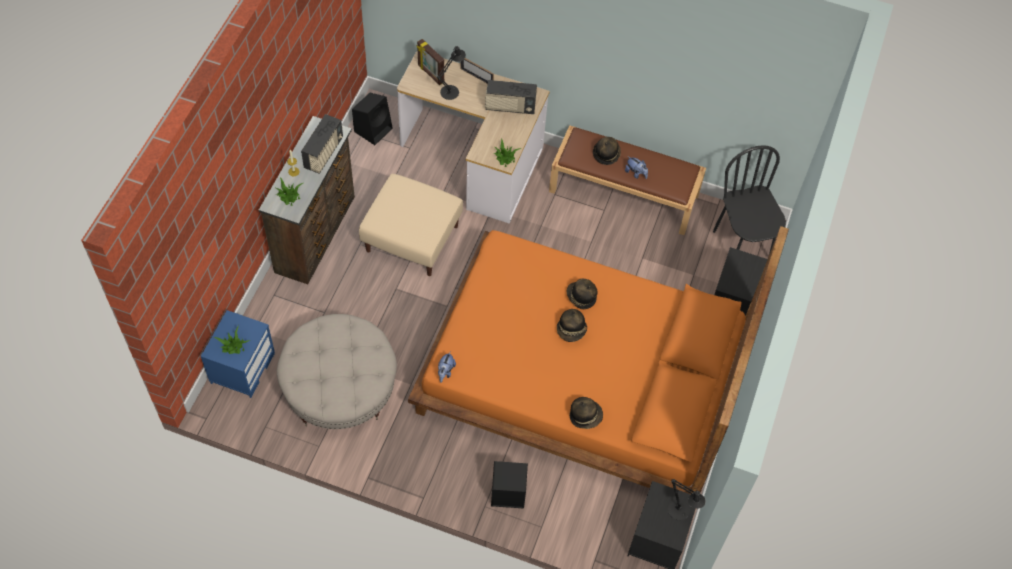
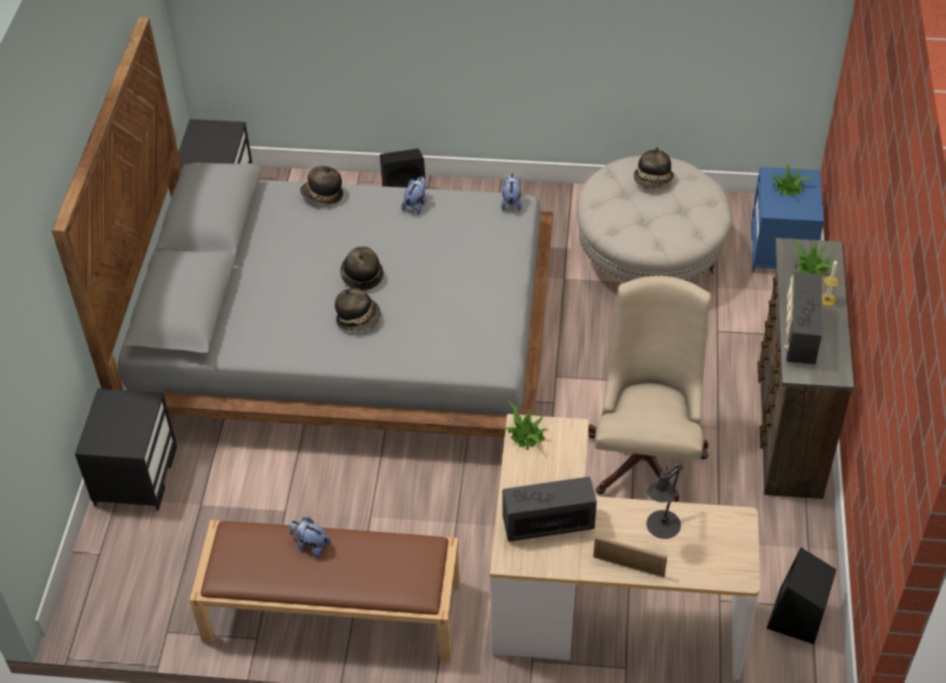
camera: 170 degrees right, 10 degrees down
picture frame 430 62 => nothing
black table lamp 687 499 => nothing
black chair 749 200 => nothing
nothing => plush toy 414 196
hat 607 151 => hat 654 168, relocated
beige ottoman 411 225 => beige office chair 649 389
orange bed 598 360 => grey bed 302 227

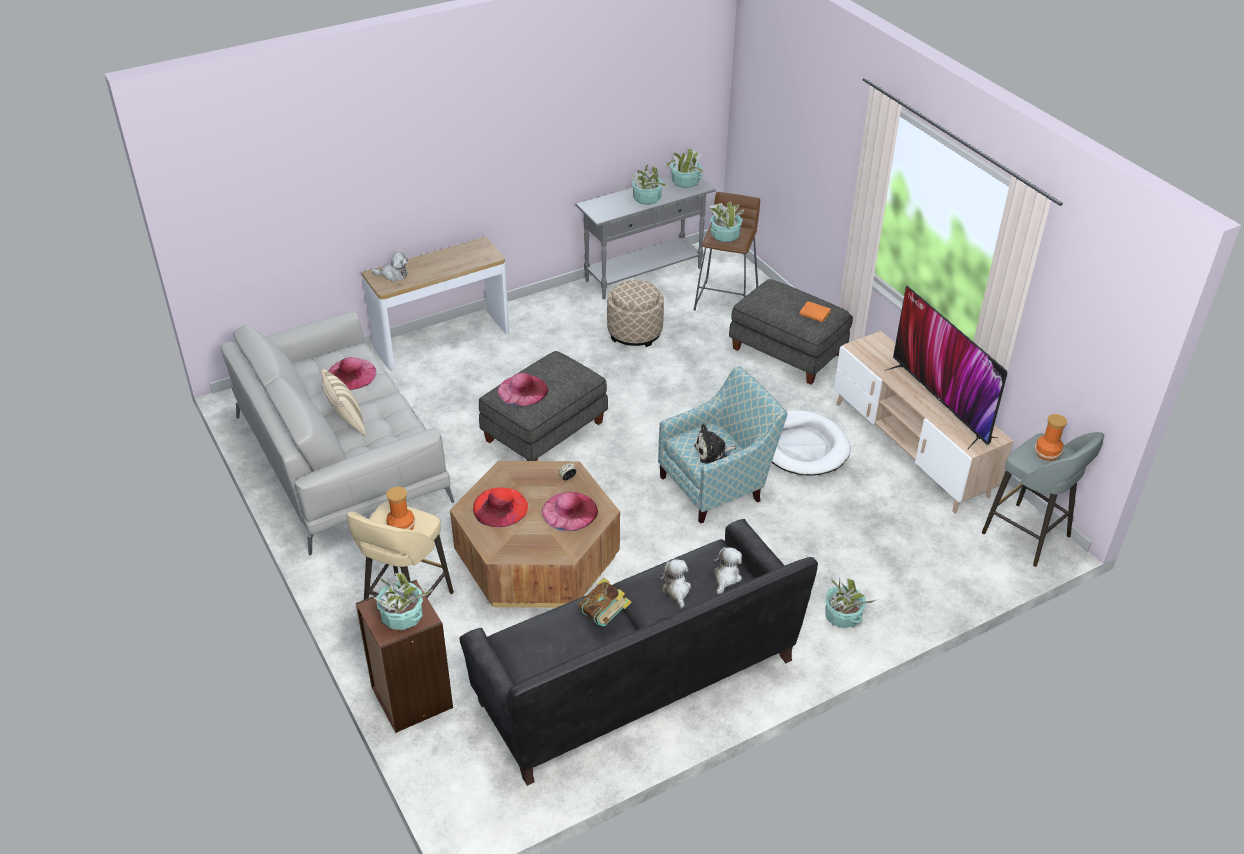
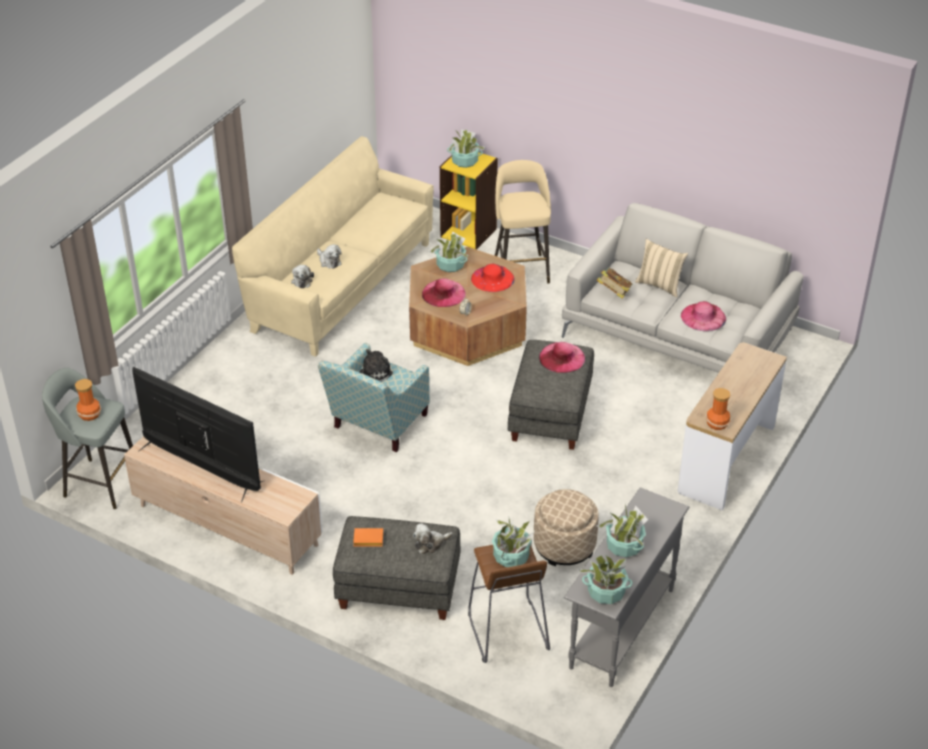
camera: 150 degrees right, 0 degrees up
white dog bed 811 443 => nothing
plush toy 390 267 => plush toy 433 538, relocated
vase 400 508 => vase 718 409, relocated
book 605 602 => book 614 283, relocated
potted plant 850 603 => potted plant 449 252, relocated
brown bookcase 404 656 => yellow bookcase 469 201
black sofa 638 652 => beige sofa 333 246

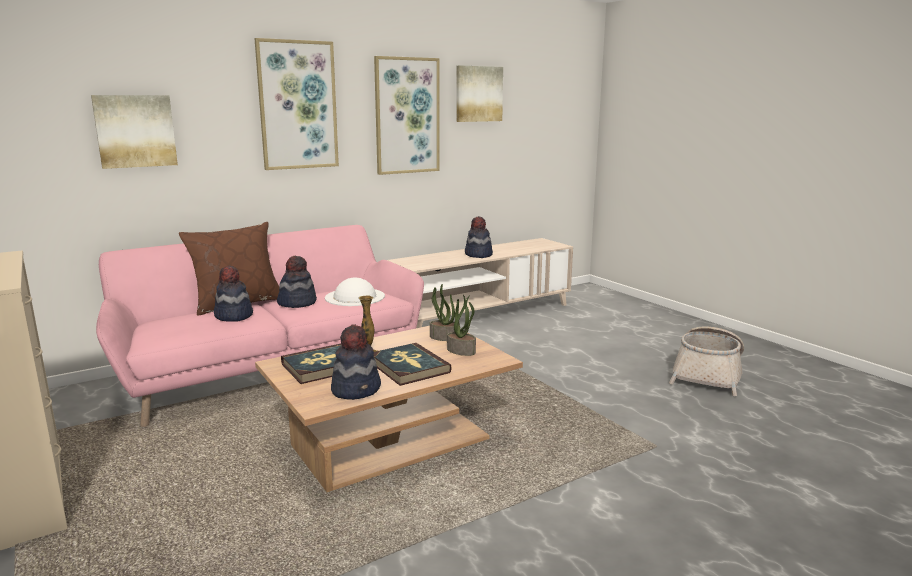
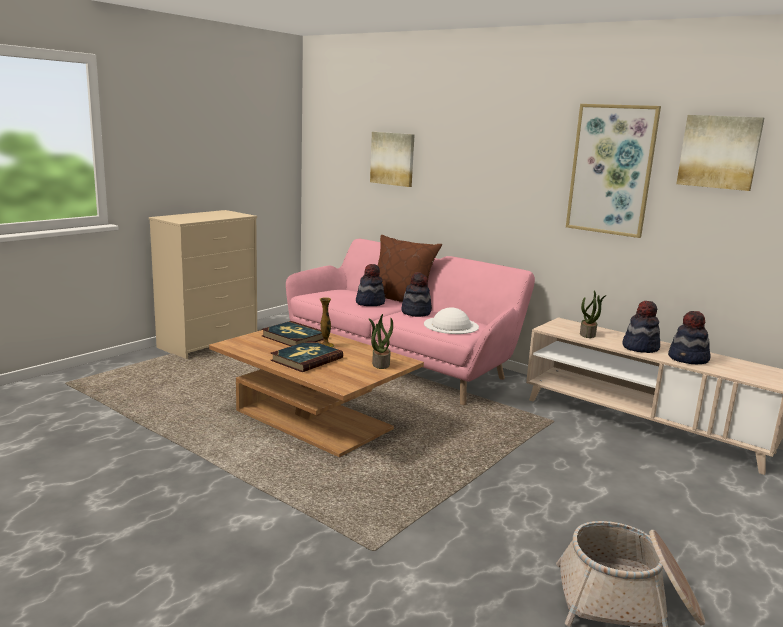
camera: 70 degrees right, 0 degrees up
picture 296 104 => nothing
hat 356 362 => hat 689 337, relocated
potted plant 461 325 => potted plant 593 314, relocated

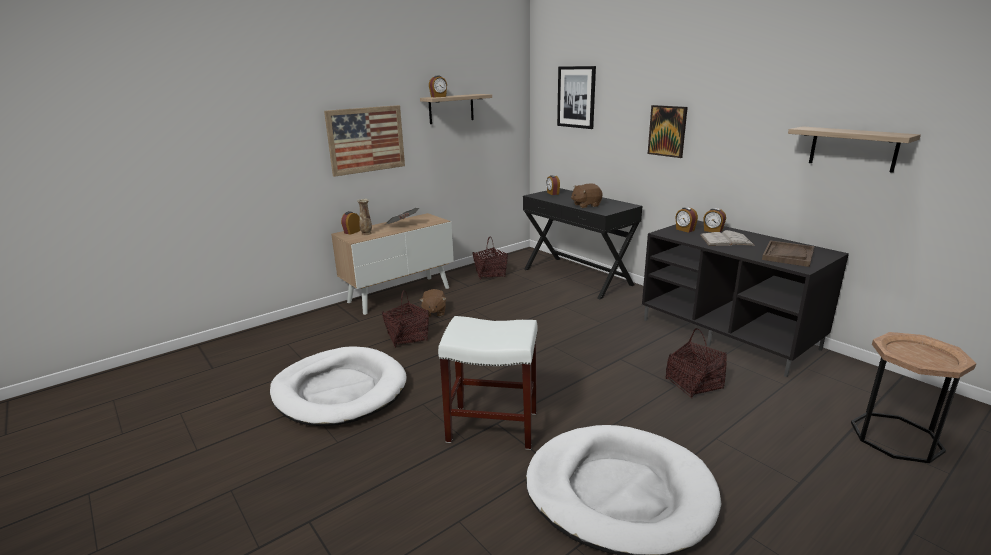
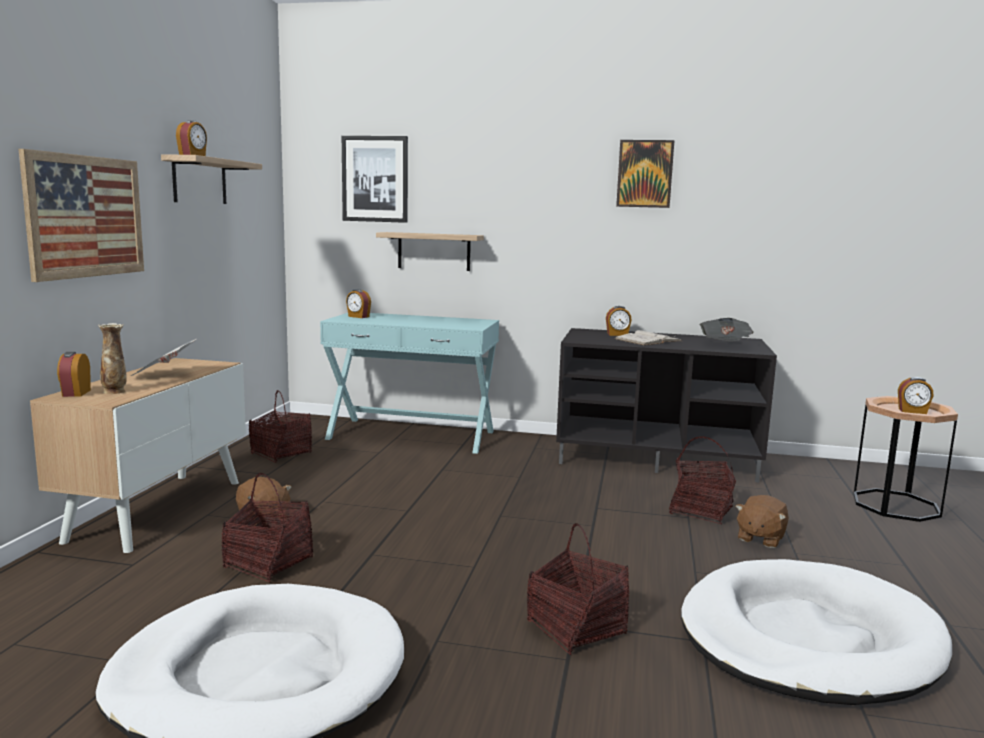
camera: 40 degrees left, 10 degrees down
brown plush toy 586 196 => brown plush toy 762 521, relocated
picture 668 131 => picture 645 174, relocated
alarm clock 687 220 => alarm clock 916 395, relocated
shelf 854 149 => shelf 430 251, relocated
white stool 488 383 => basket 578 589
brown tray 788 253 => newspaper 726 329
black console table 582 243 => turquoise console table 409 383

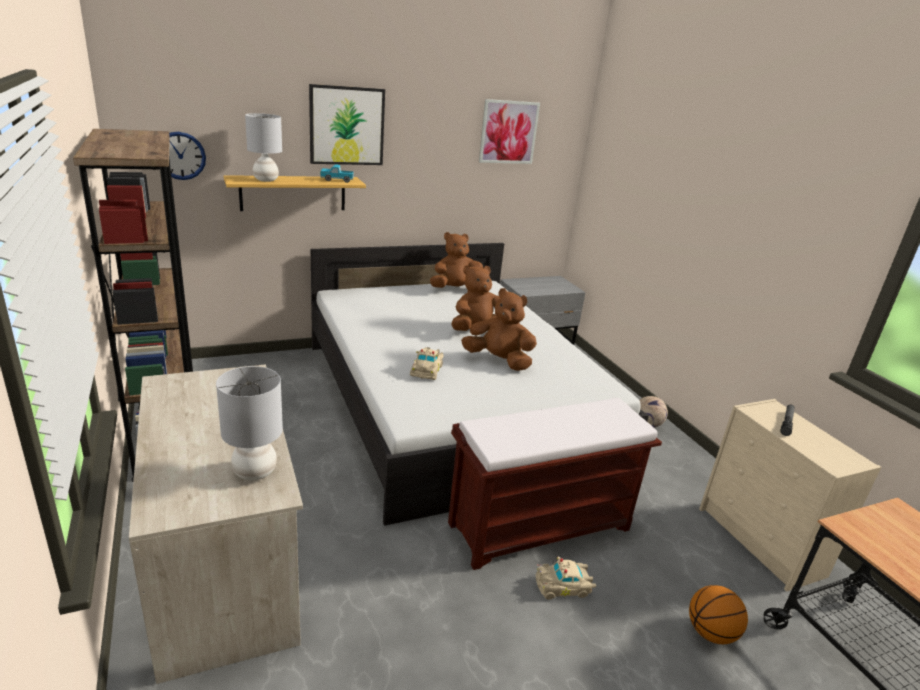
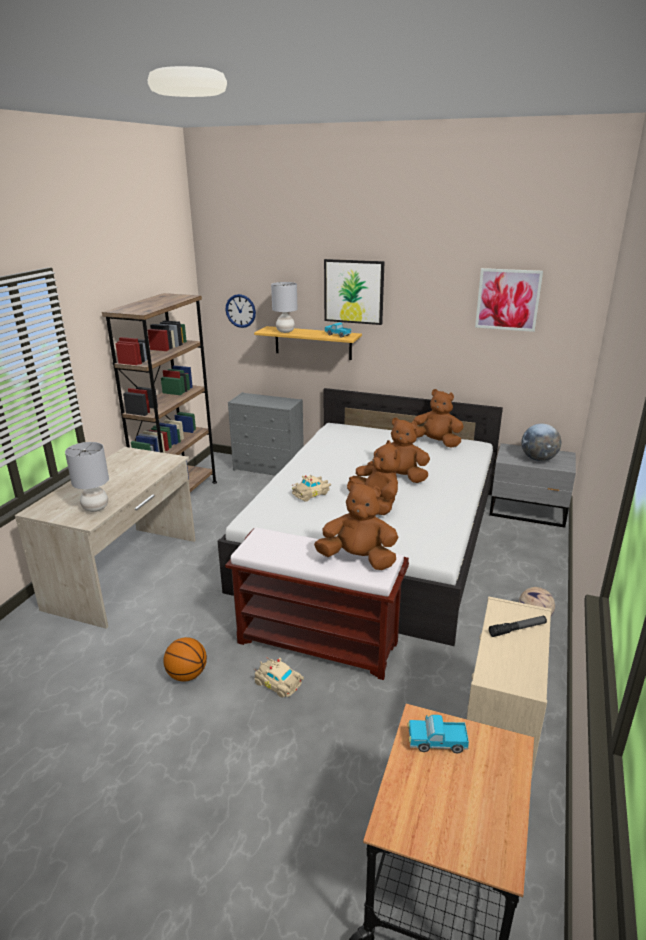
camera: 45 degrees right, 0 degrees up
nothing => grey dresser 266 434
nothing => brown plush toy 356 525
nothing => toy truck 438 734
nothing => globe 541 442
basketball 718 614 => basketball 185 659, relocated

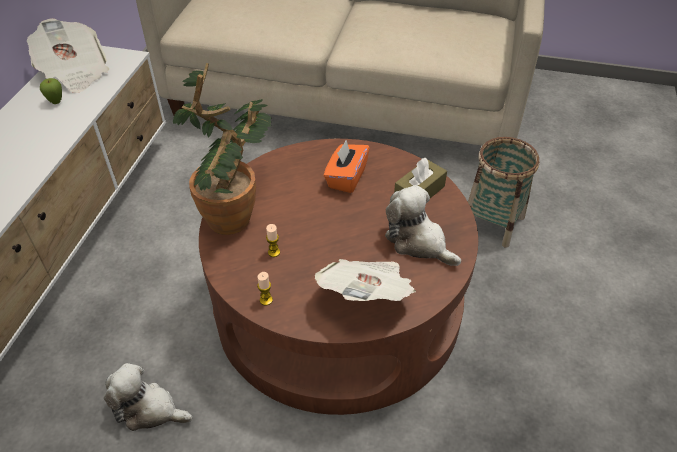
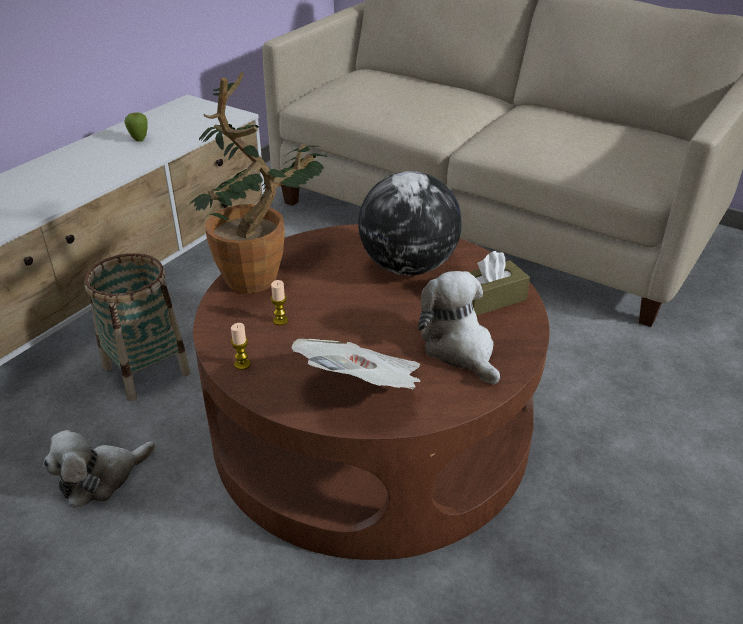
camera: 20 degrees right, 10 degrees down
newspaper 68 55 => nothing
basket 504 192 => basket 138 327, relocated
orange tissue box 347 166 => globe 410 223
plush toy 148 397 => plush toy 99 469, 75 degrees counterclockwise

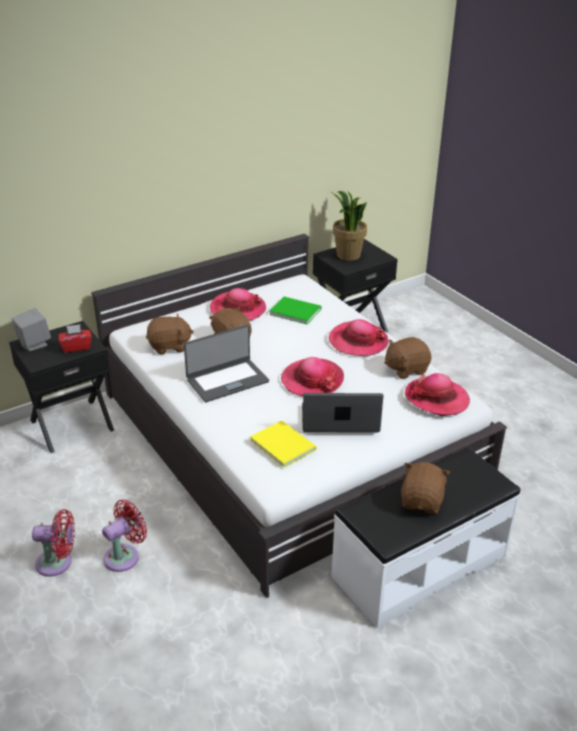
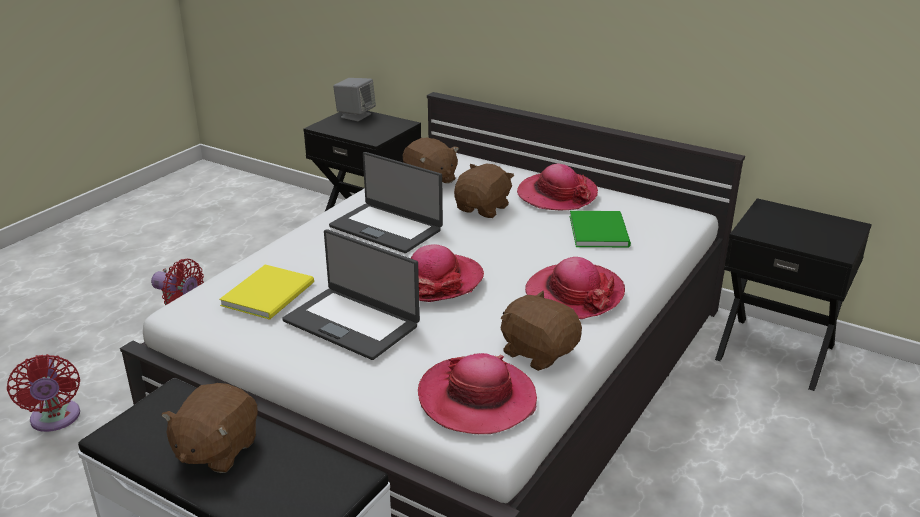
camera: 65 degrees right, 5 degrees down
red tissue box 75 338 => nothing
potted plant 348 226 => nothing
red fan 53 543 => red fan 43 393, relocated
laptop 343 412 => laptop 351 294, 150 degrees clockwise
brown plush toy 425 488 => brown plush toy 209 428, 120 degrees clockwise

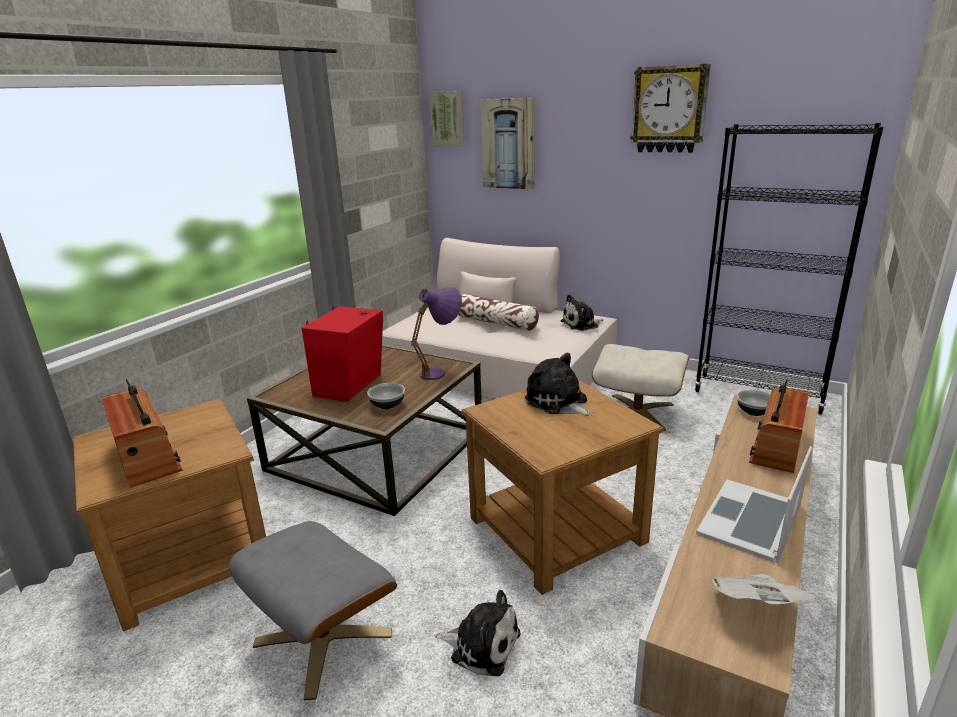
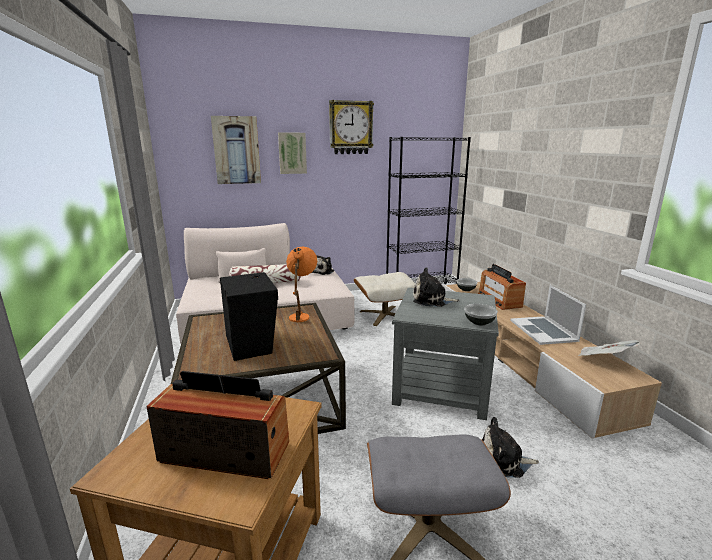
camera: 45 degrees left, 5 degrees down
bowl 386 396 => bowl 481 315, relocated
picture 447 119 => picture 292 153, relocated
red speaker 342 354 => black speaker 249 316
purple table lamp 436 333 => orange table lamp 302 284
brown side table 563 487 => grey side table 445 354
plush toy 477 633 => plush toy 510 447, 150 degrees counterclockwise

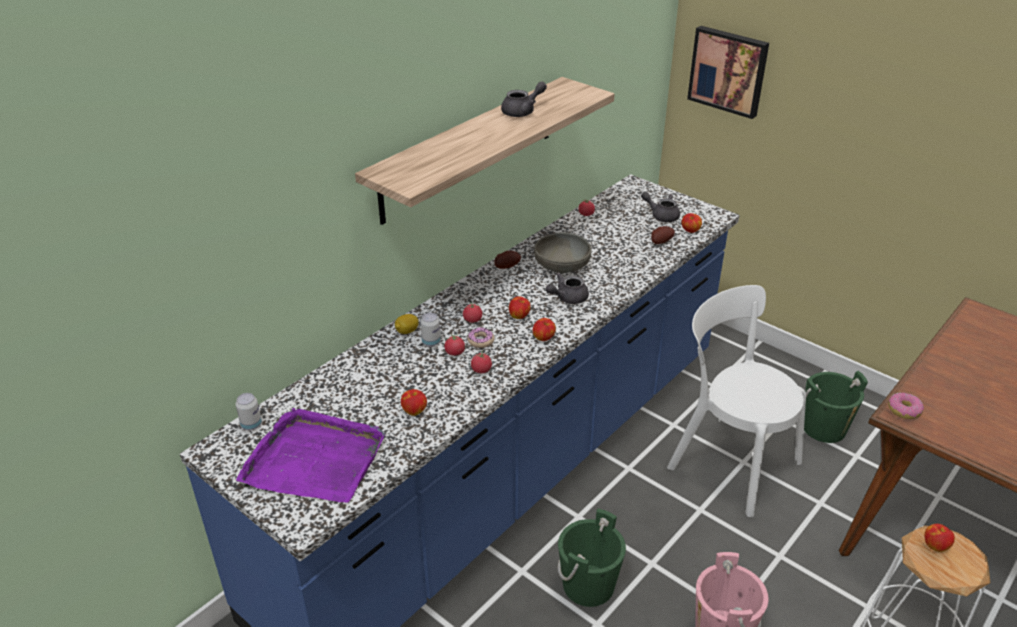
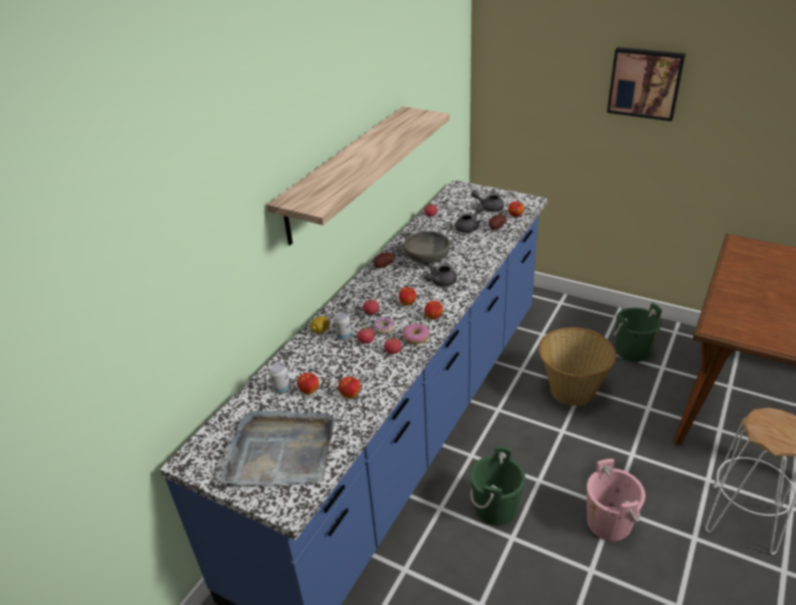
camera: 10 degrees left, 0 degrees up
can 249 412 => can 280 378, relocated
grey teapot 524 99 => grey teapot 469 219, relocated
picture 728 72 => picture 646 84, relocated
donut 906 405 => donut 416 333, relocated
apple 939 538 => apple 308 384, relocated
white chair 736 401 => basket 577 366
purple tray 310 455 => grey tray 277 448

